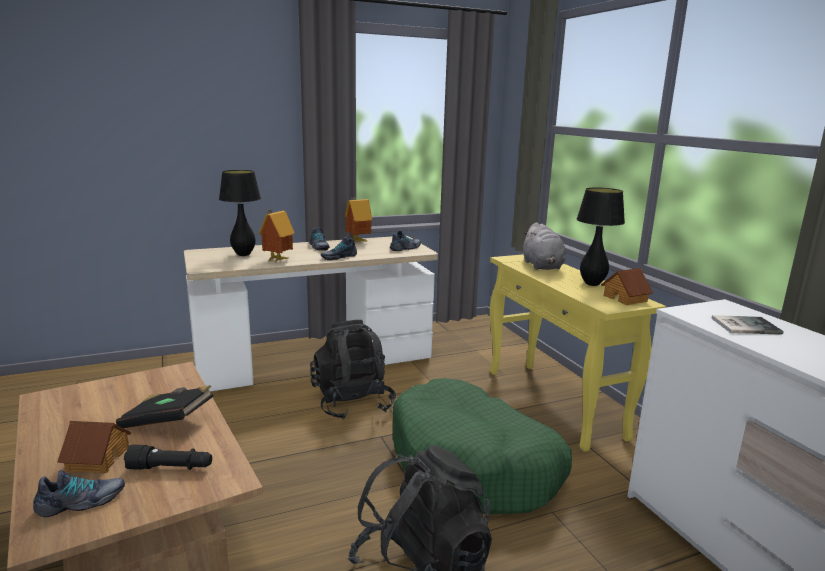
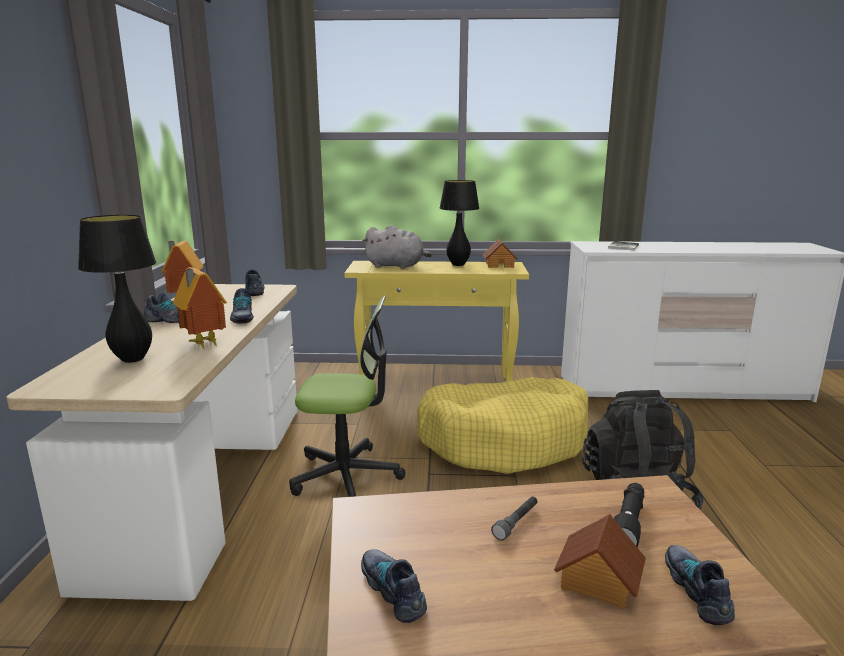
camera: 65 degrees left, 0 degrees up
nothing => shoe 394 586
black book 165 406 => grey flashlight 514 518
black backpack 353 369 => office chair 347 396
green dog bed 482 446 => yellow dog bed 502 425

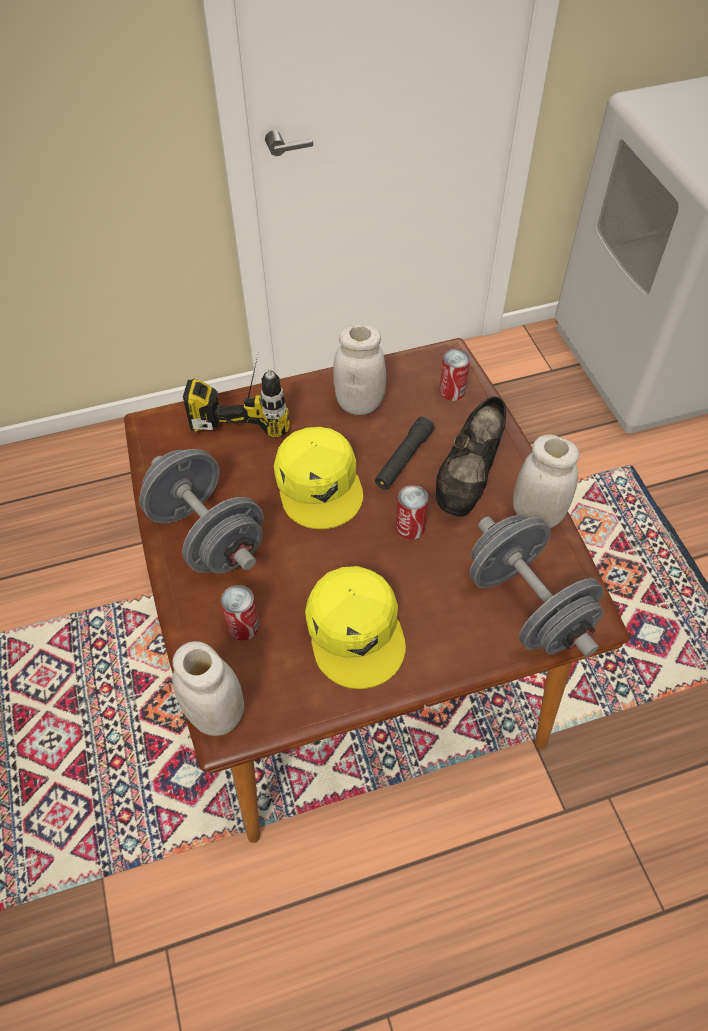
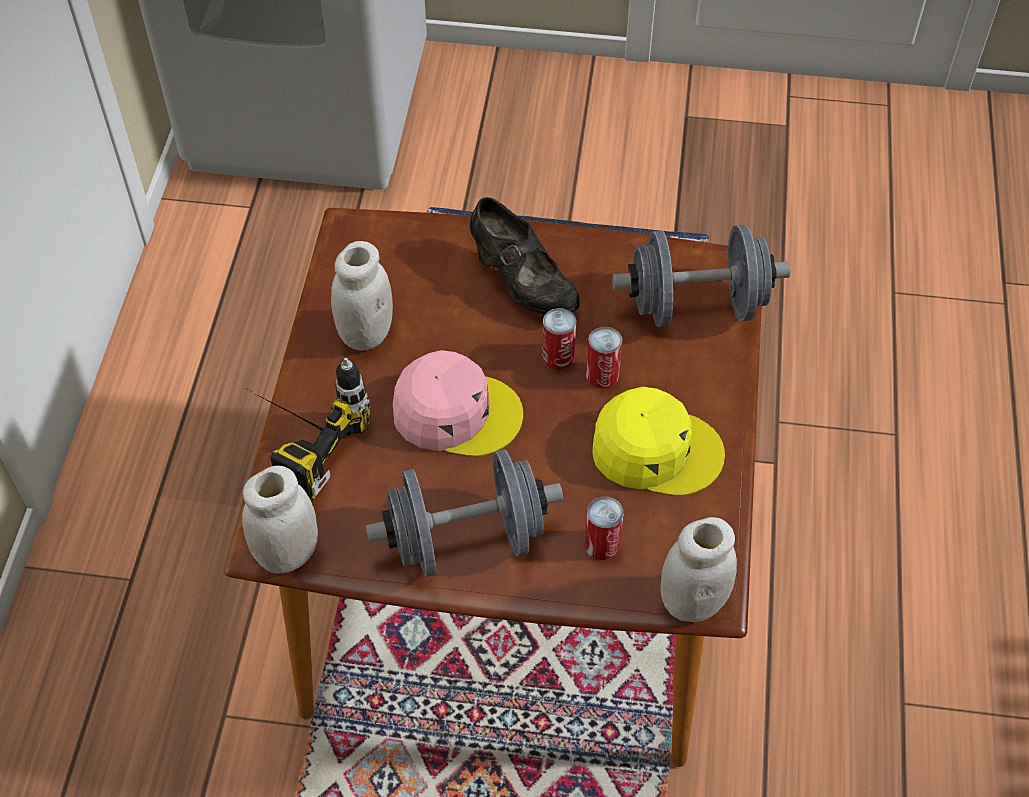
camera: 65 degrees left, 0 degrees up
black flashlight 404 453 => nothing
can 454 375 => can 604 358, relocated
white jar 546 481 => white jar 280 520, relocated
yellow cap 318 478 => pink cap 458 403

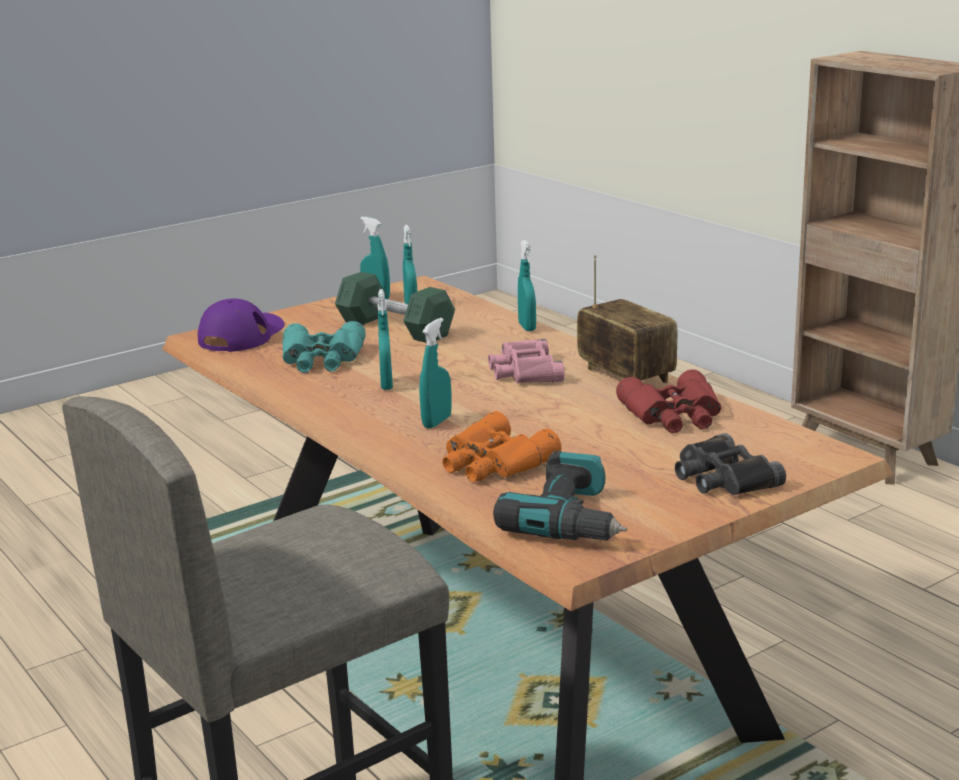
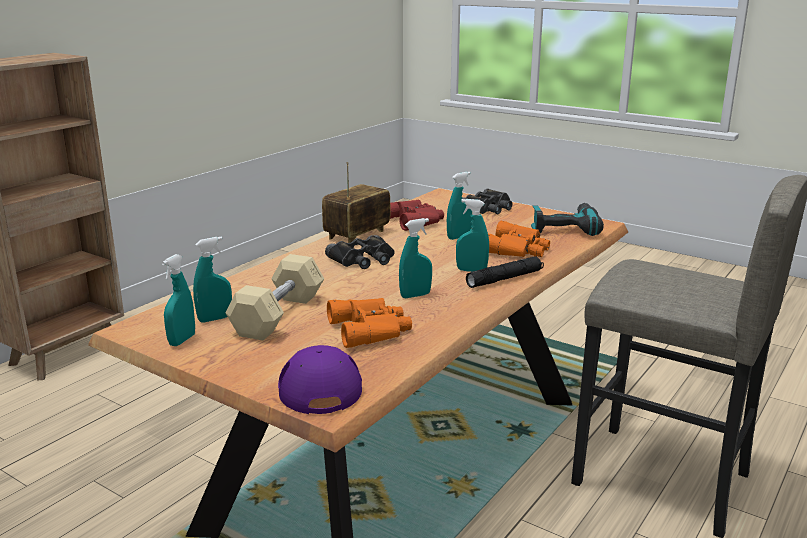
camera: 110 degrees left, 0 degrees up
nothing => black flashlight 505 272
turquoise spray bottle 527 285 => turquoise spray bottle 459 206, relocated
turquoise binoculars 324 347 => orange binoculars 369 323
green dumbbell 395 307 => beige dumbbell 274 297
pink binoculars 526 361 => black binoculars 360 252
purple cap 241 325 => purple cap 320 379, 75 degrees clockwise

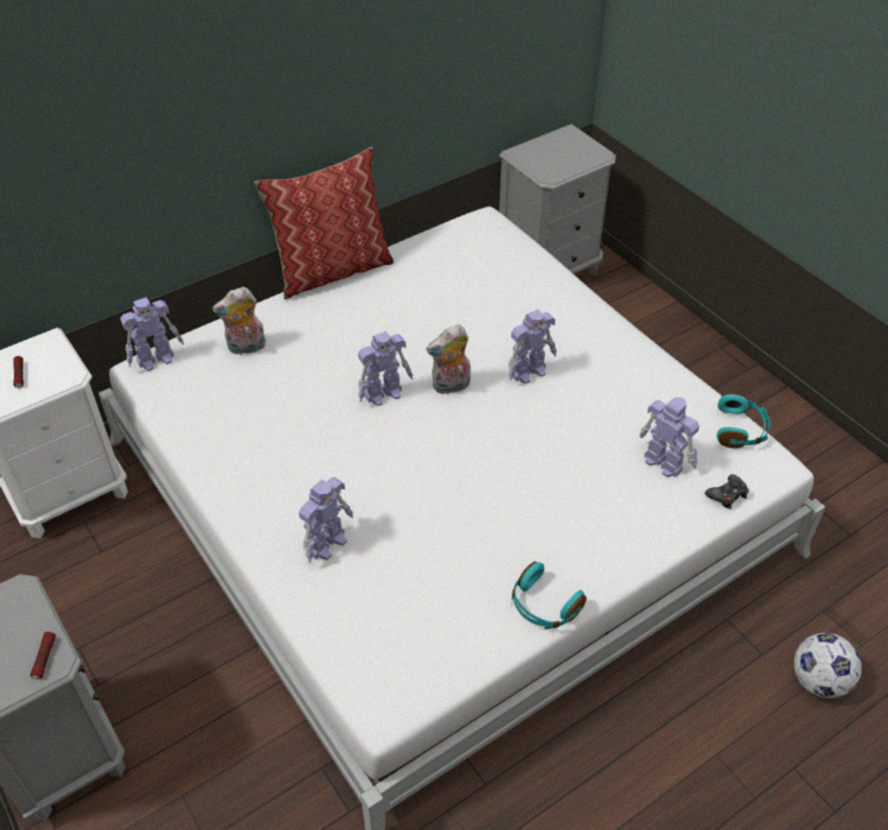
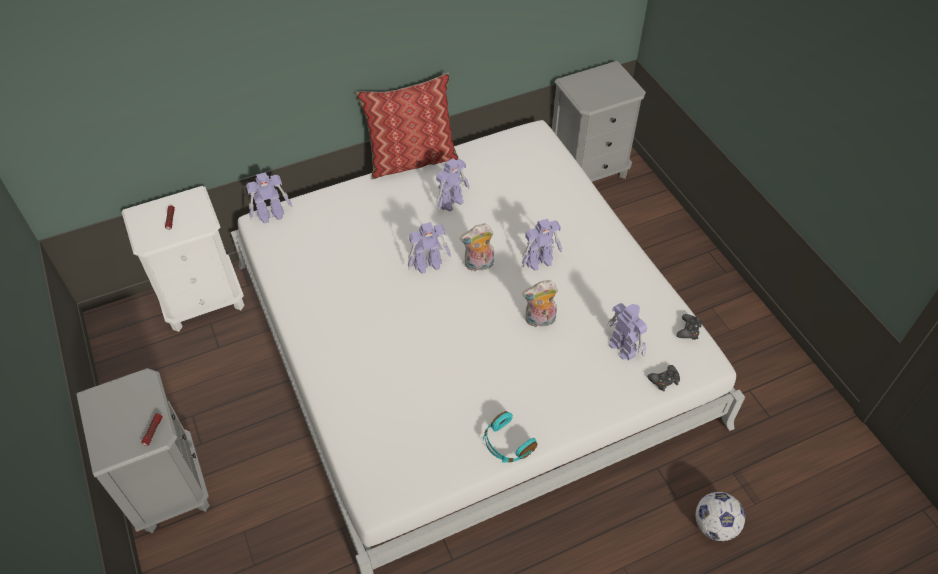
camera: 10 degrees right, 5 degrees up
plush toy 239 321 => plush toy 540 304, relocated
toy robot 326 520 => toy robot 452 184, relocated
turquoise headphones 744 420 => black game controller 689 327

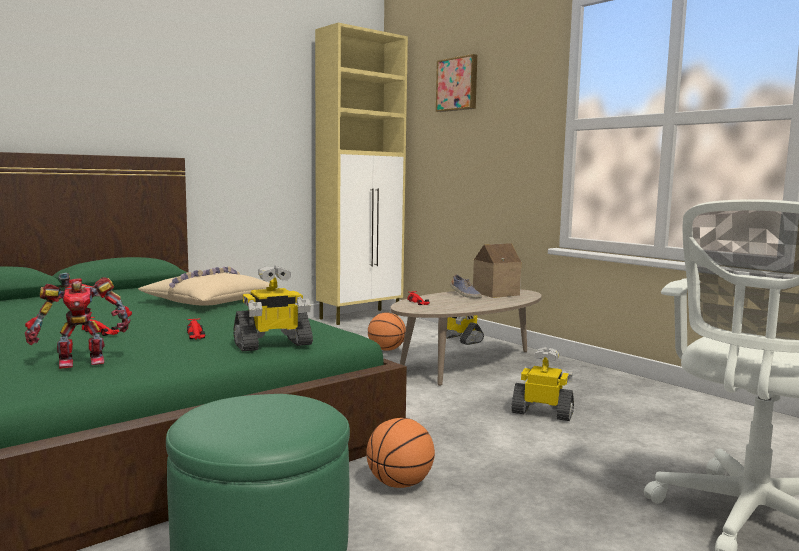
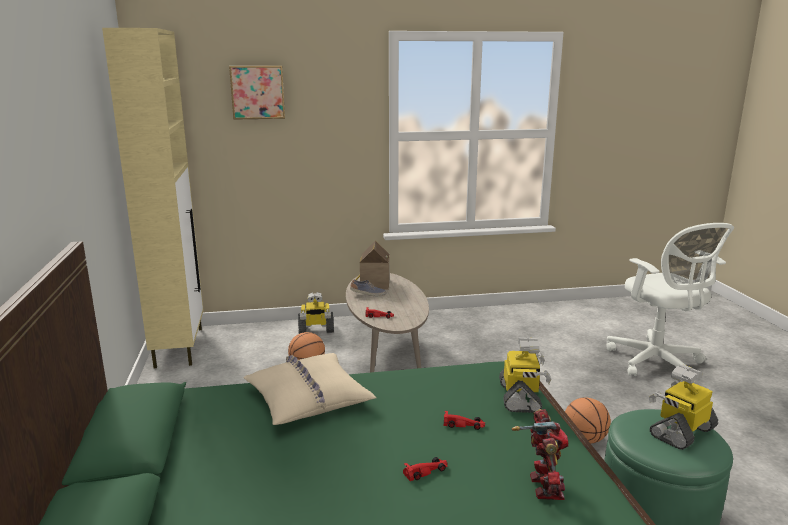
camera: 60 degrees left, 10 degrees up
toy robot 542 384 => toy robot 683 407, relocated

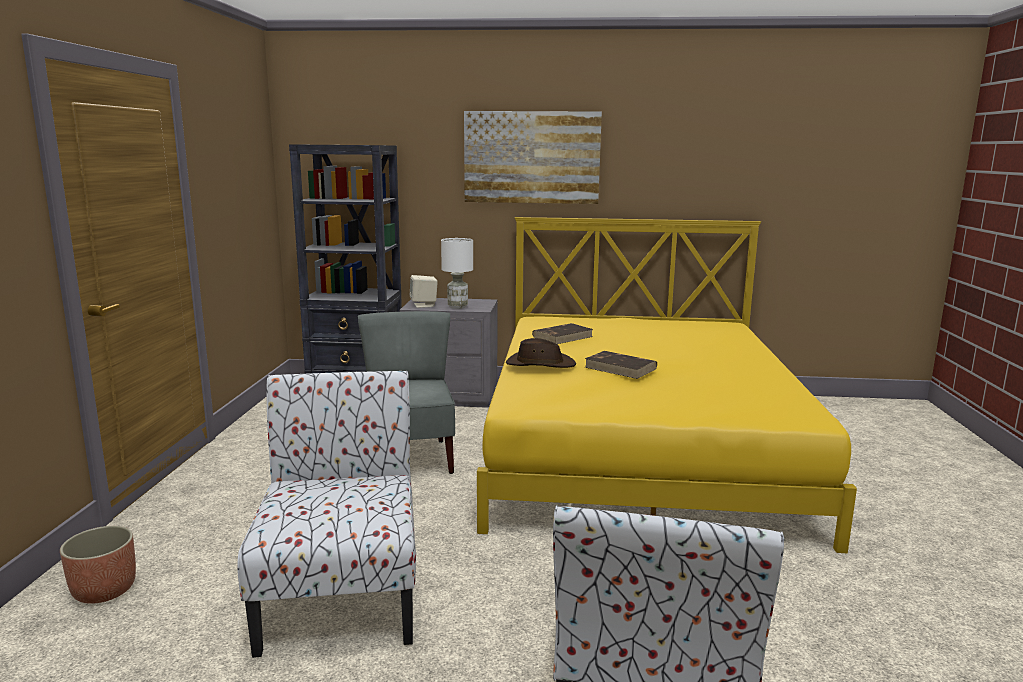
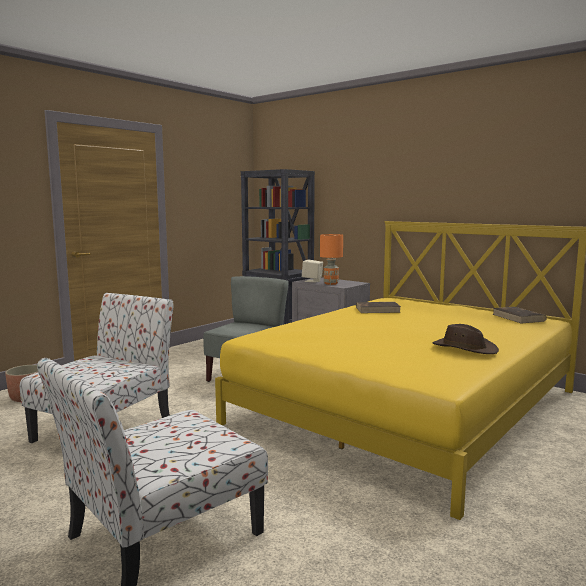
camera: 35 degrees right, 5 degrees down
picture 533 157 => nothing
brown hat 541 353 => brown hat 466 339, relocated
brown book 621 365 => brown book 519 315, relocated
white table lamp 457 273 => orange table lamp 331 259

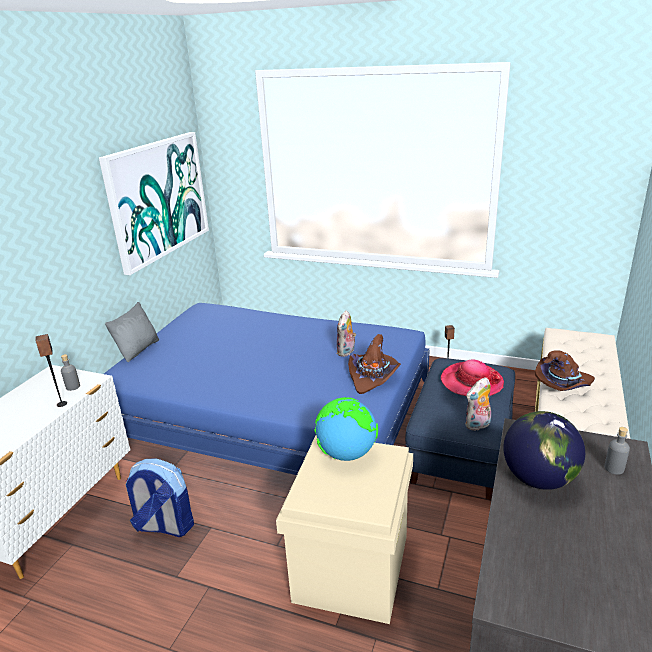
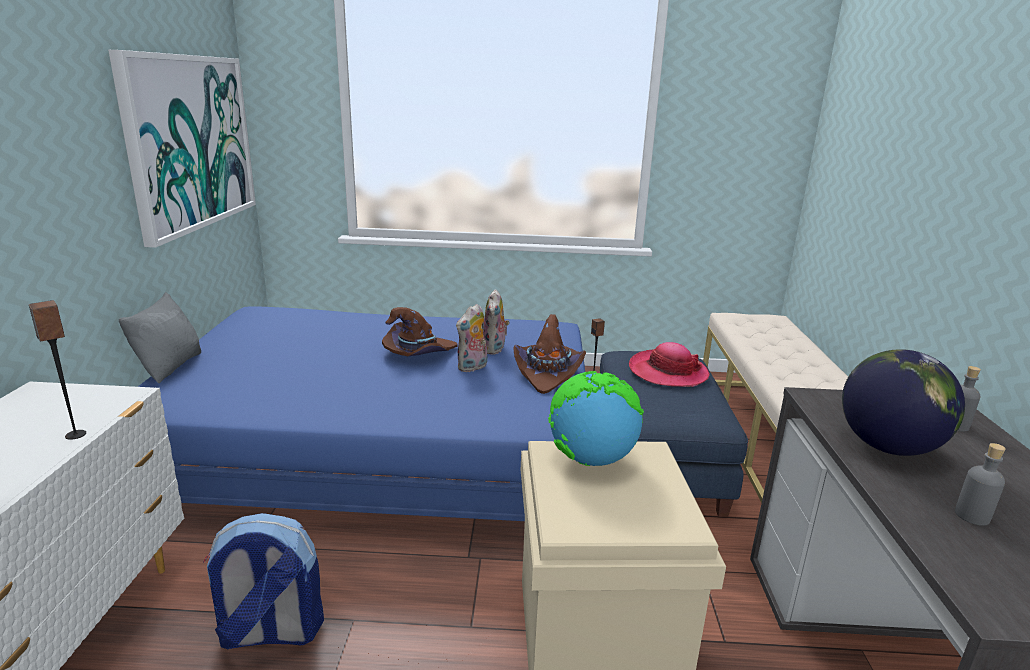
camera: 20 degrees left, 5 degrees down
grey bottle 70 372 => grey bottle 980 484, relocated
plush toy 478 404 => plush toy 471 338, relocated
brown hat 565 370 => brown hat 420 331, relocated

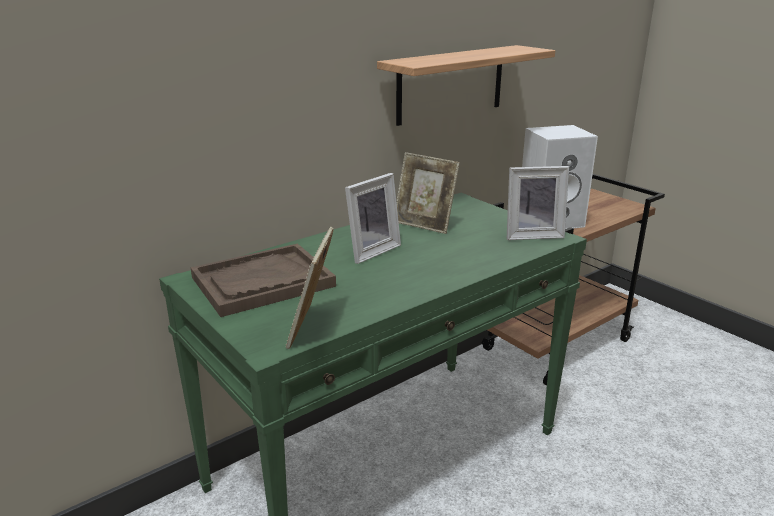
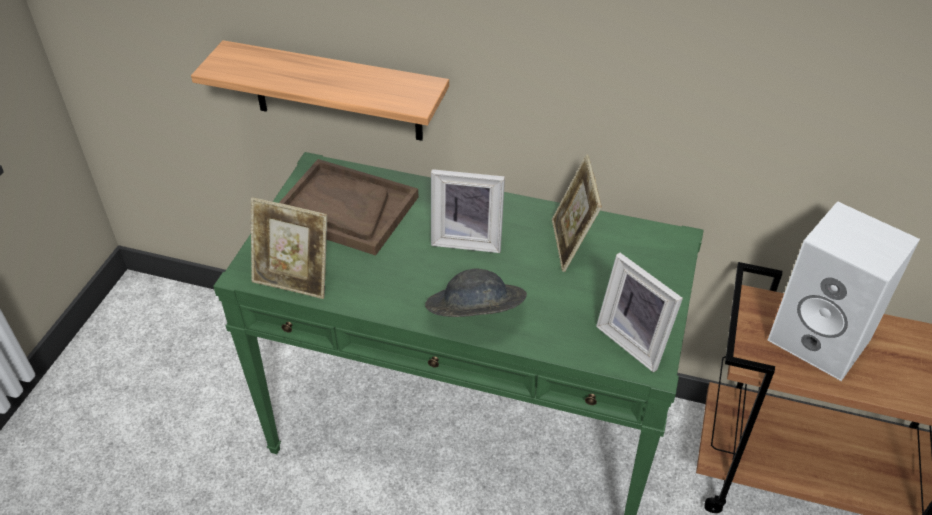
camera: 55 degrees right, 20 degrees up
nothing => grey hat 476 292
shelf 466 85 => shelf 320 90, relocated
picture frame 310 288 => picture frame 289 248, 135 degrees counterclockwise

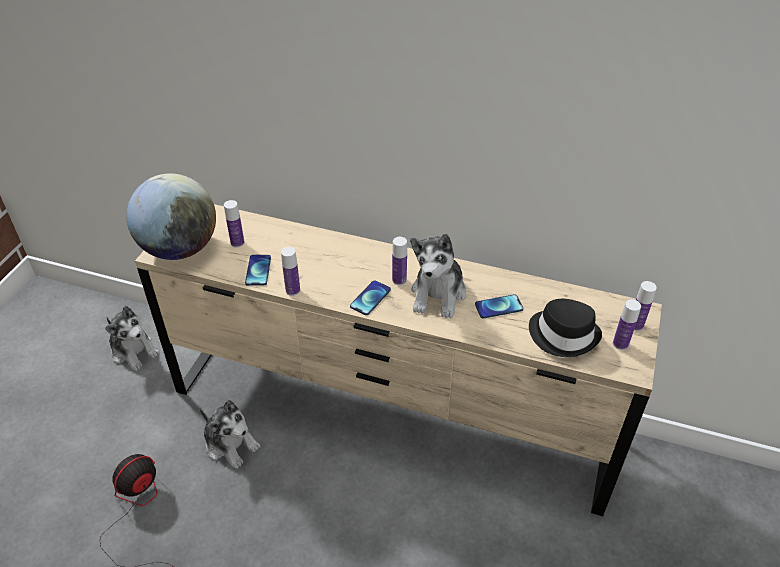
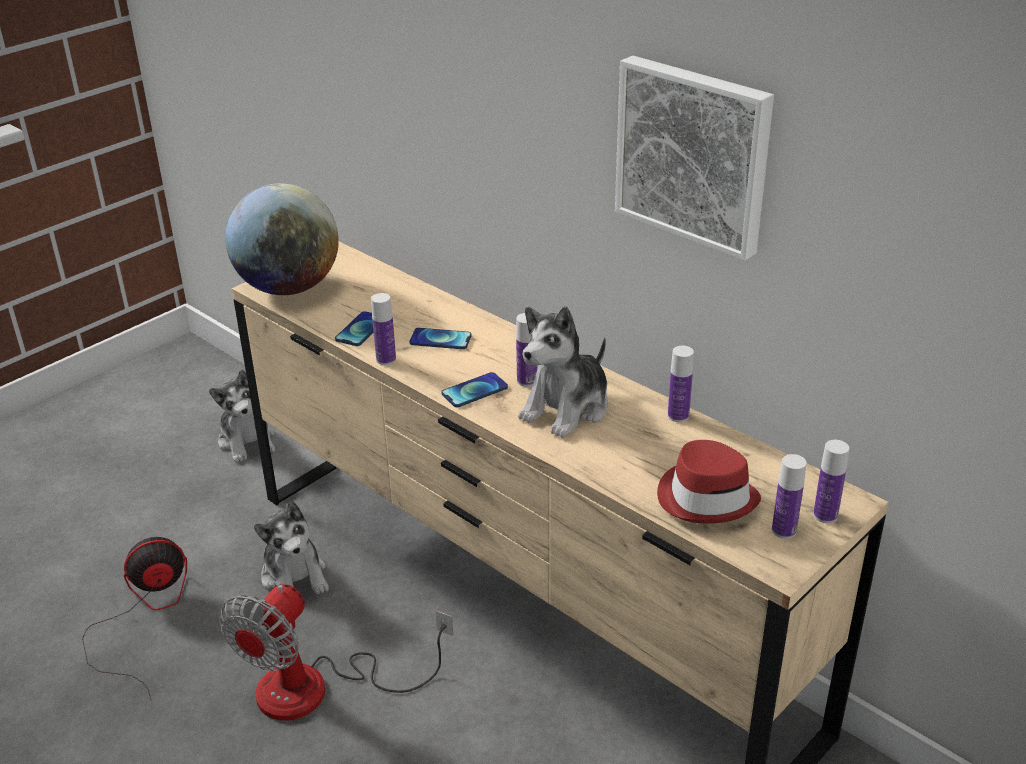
camera: 25 degrees right, 10 degrees down
nothing => fan 336 652
nothing => picture 694 158
bottle 234 224 => bottle 681 384, relocated
phone 499 306 => phone 440 338, relocated
black hat 565 328 => red hat 709 482

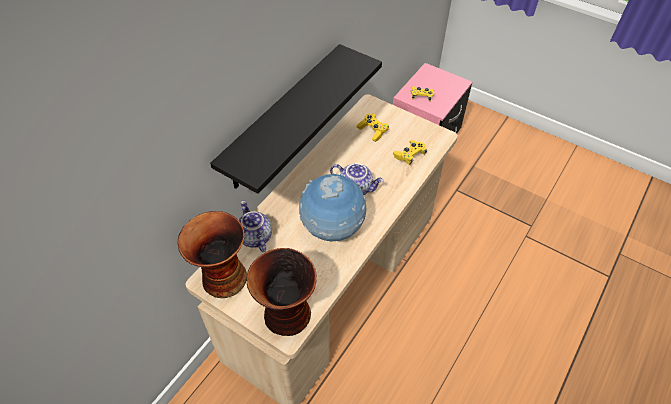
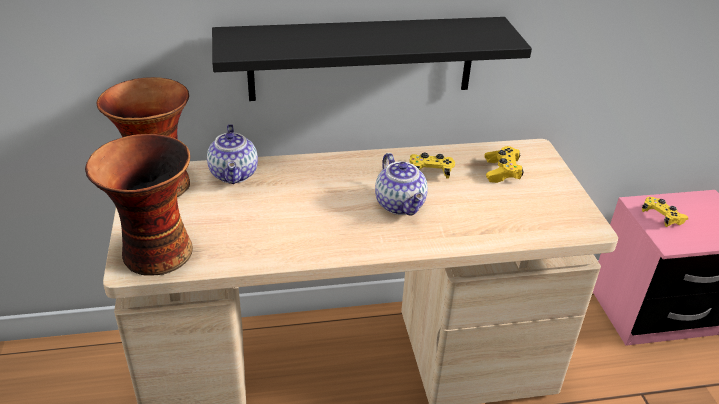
camera: 45 degrees right, 15 degrees down
globe 332 207 => nothing
yellow game controller 410 152 => yellow game controller 432 166, relocated
teapot 255 226 => teapot 232 154, 150 degrees clockwise

